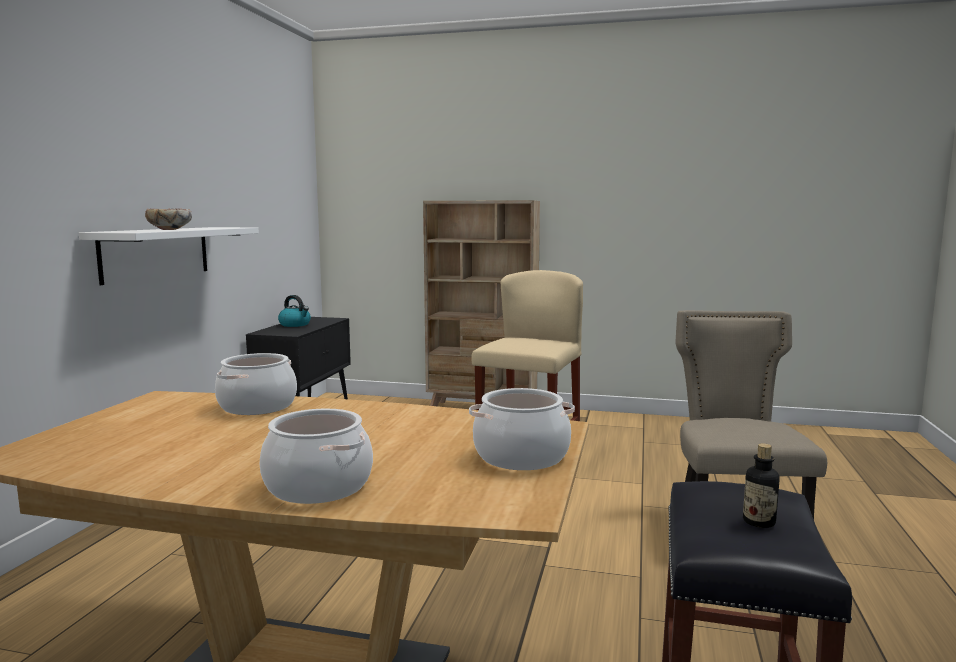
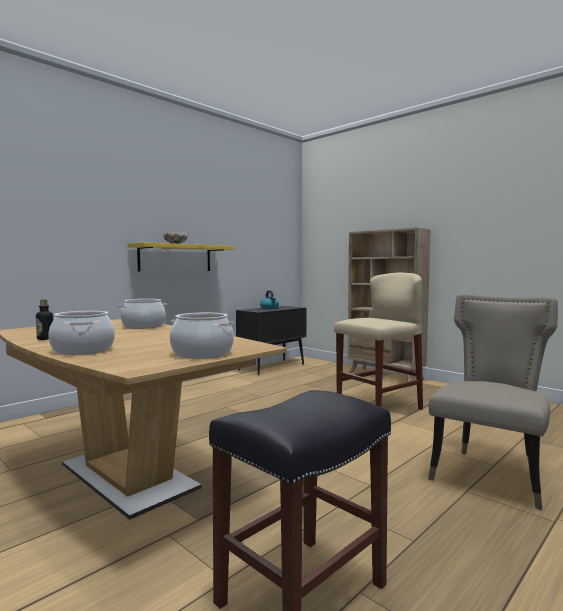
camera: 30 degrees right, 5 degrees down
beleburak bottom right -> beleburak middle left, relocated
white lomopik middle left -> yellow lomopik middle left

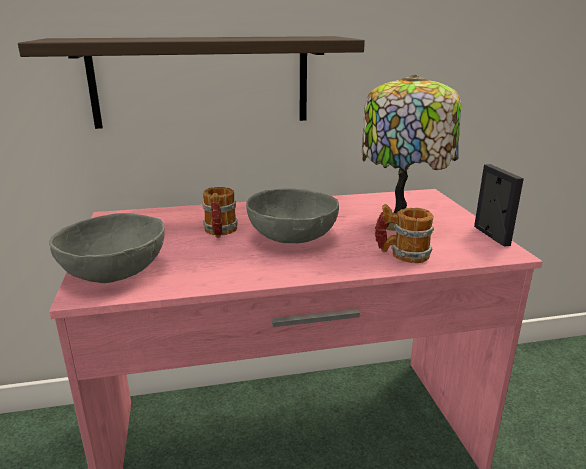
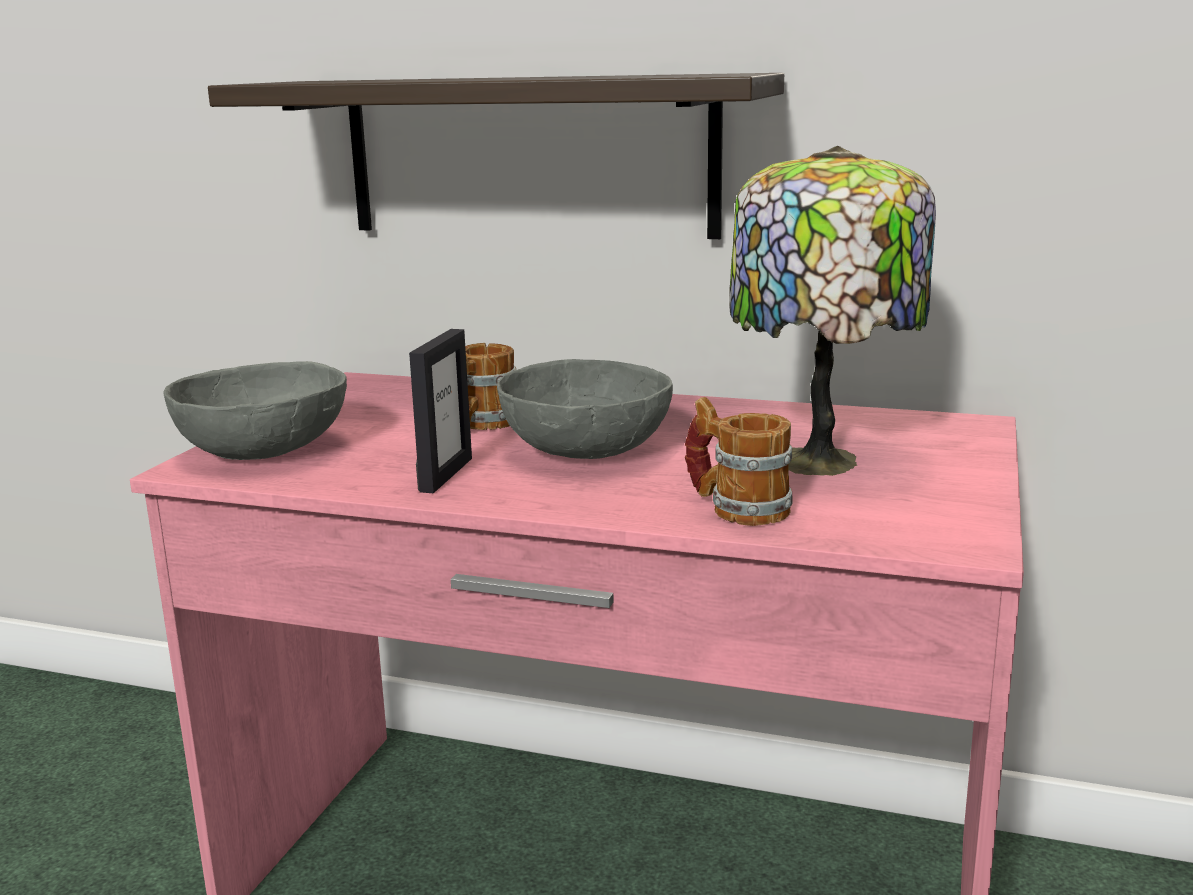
camera: 30 degrees right, 5 degrees down
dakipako middle right -> dakipako centre, relocated

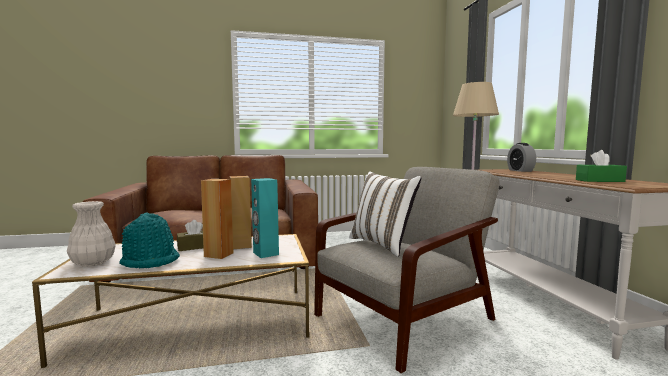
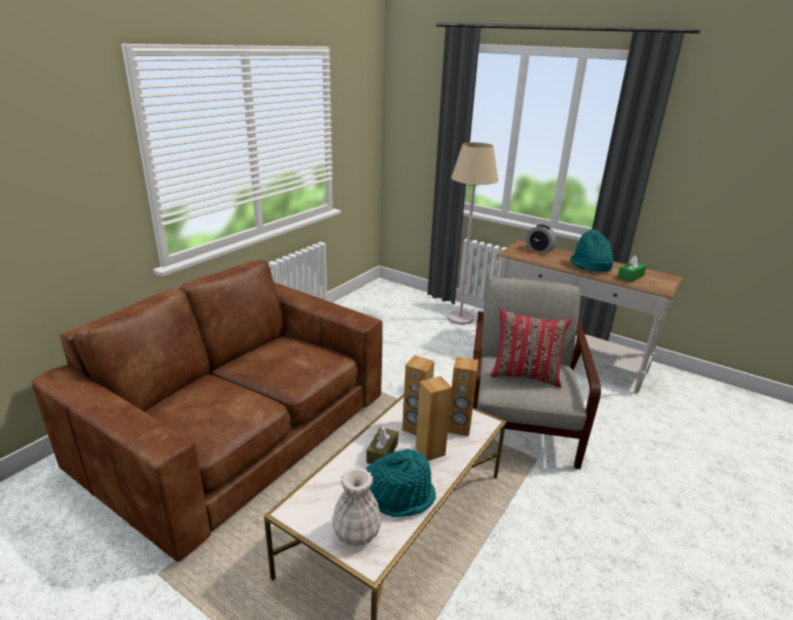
camera: 45 degrees left, 20 degrees up
none -> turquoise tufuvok (no. 2 from left) middle right
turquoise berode centre -> brown berode (no. 3 from left) centre
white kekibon centre -> red kekibon middle right

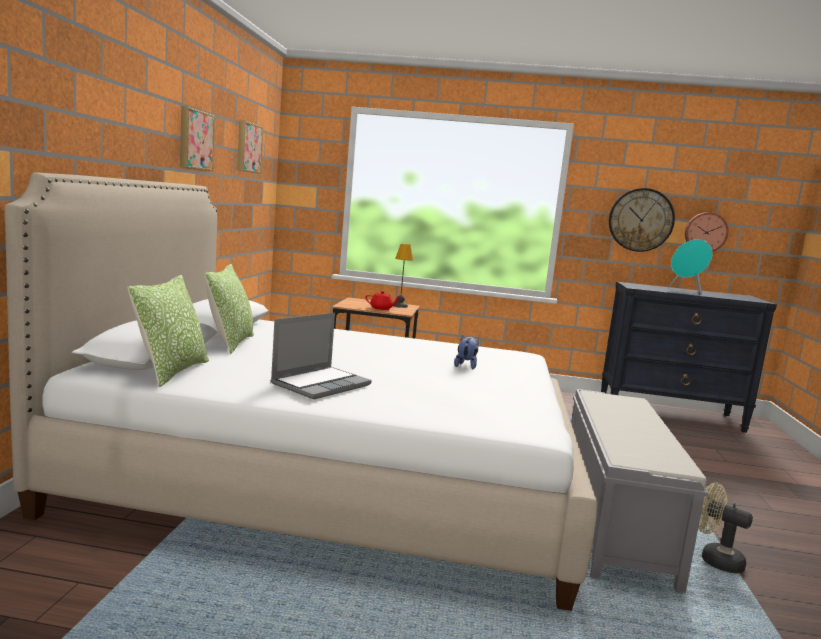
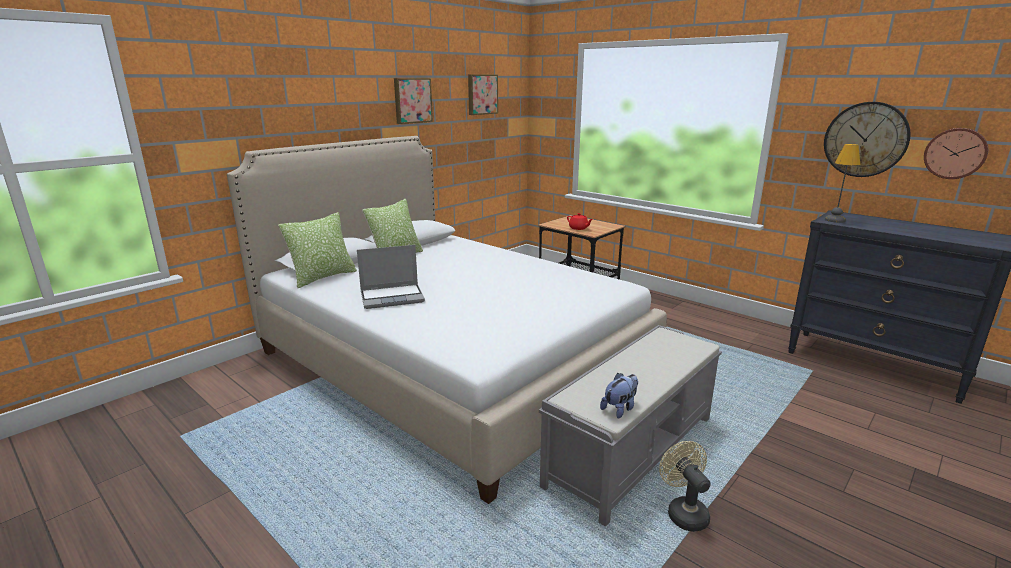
camera: 35 degrees right, 10 degrees up
turquoise berode middle right -> none
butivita centre -> butivita top right, relocated
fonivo centre -> fonivo bottom centre, relocated

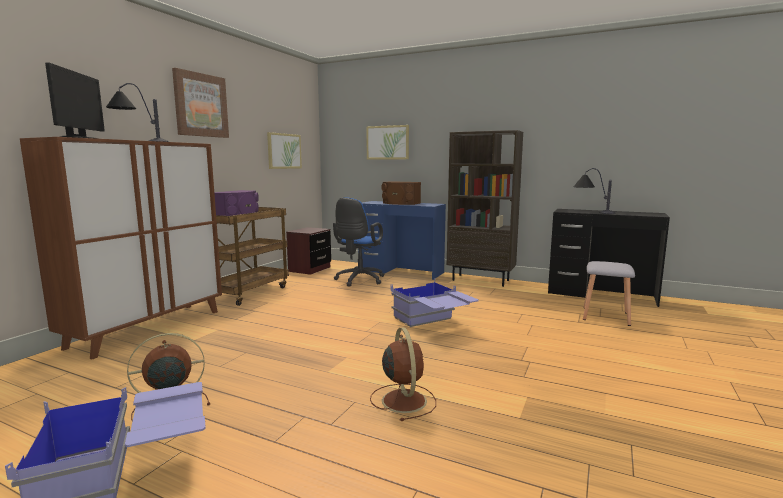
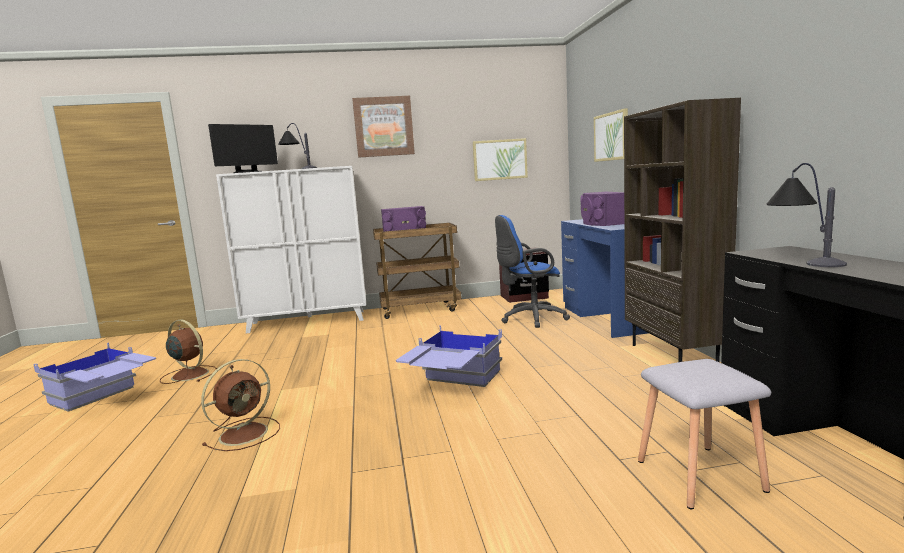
camera: 55 degrees right, 0 degrees up
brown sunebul middle left -> white sunebul middle left
brown berode centre -> purple berode (no. 2 from left) centre

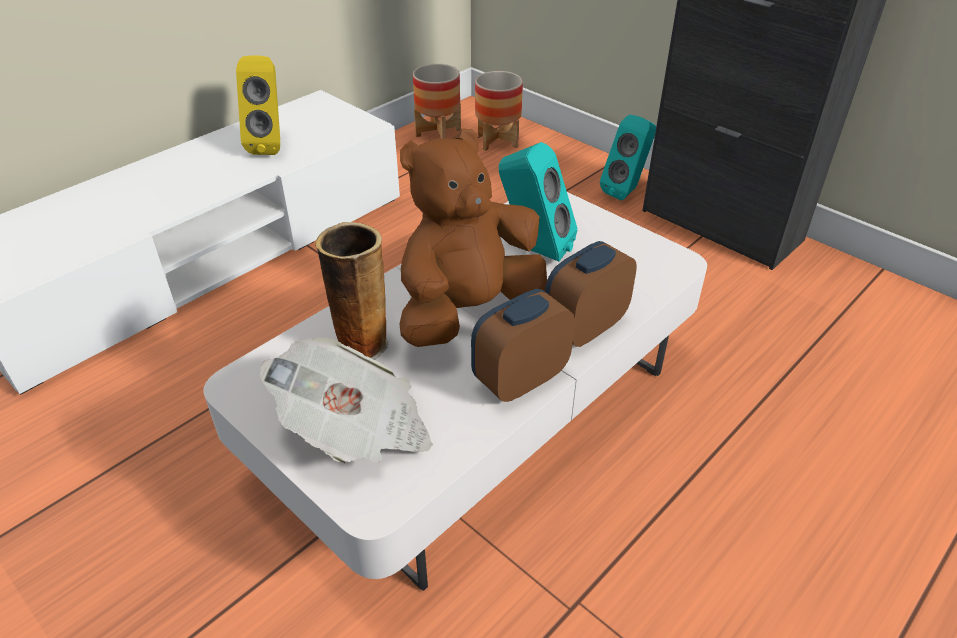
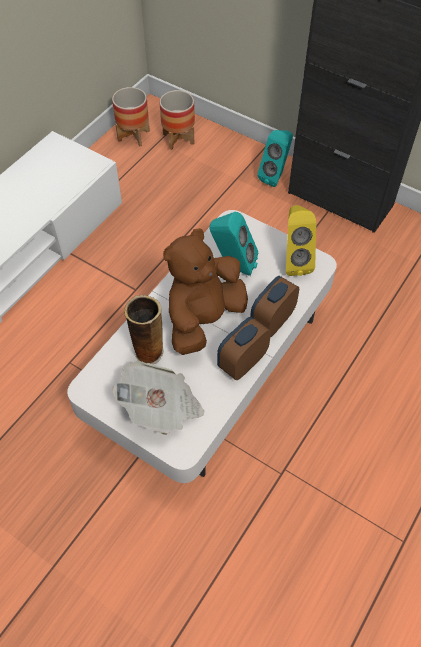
camera: 10 degrees left, 15 degrees up
yellow berode top left -> yellow berode middle right, relocated

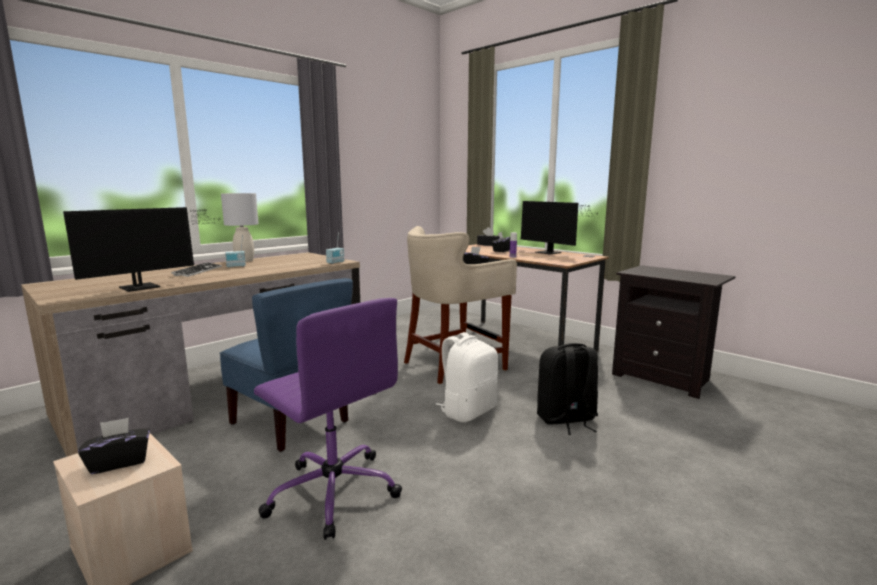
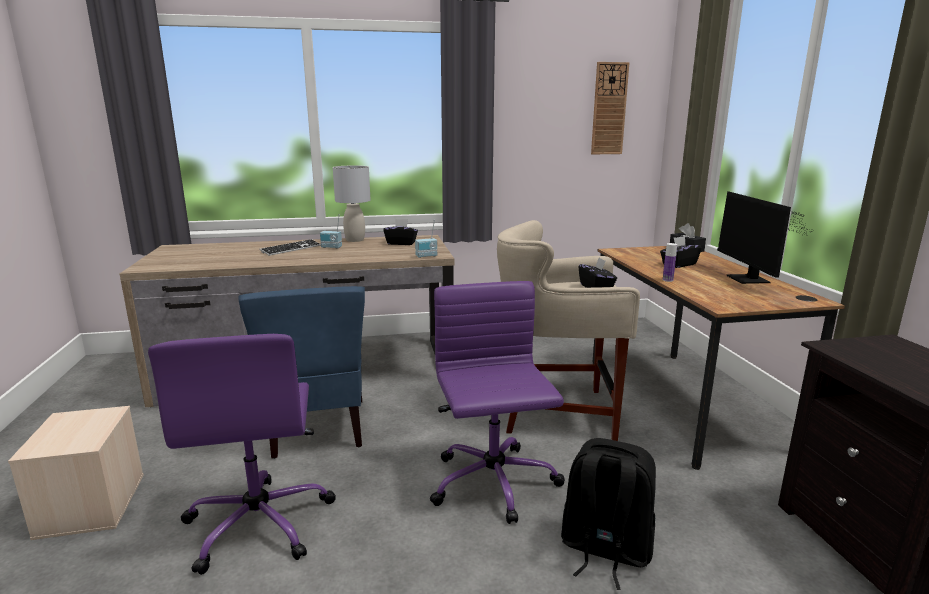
camera: 35 degrees right, 5 degrees up
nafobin (no. 1 from left) middle left -> none
none -> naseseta top centre
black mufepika (no. 1 from left) bottom left -> black mufepika (no. 1 from left) centre, relocated
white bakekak centre -> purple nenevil (no. 2 from left) bottom centre

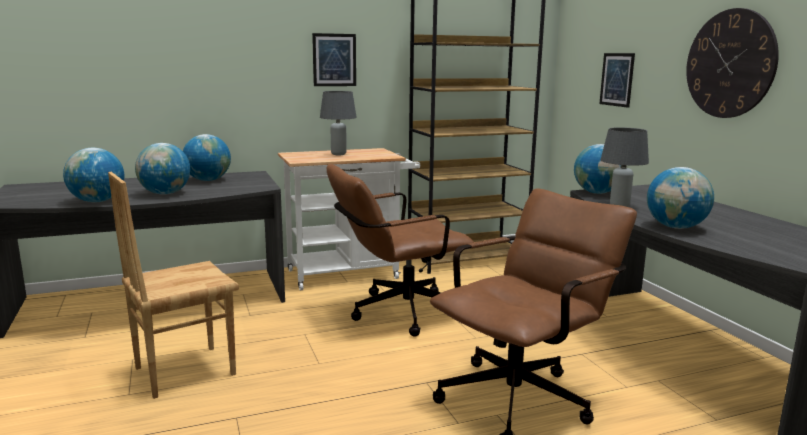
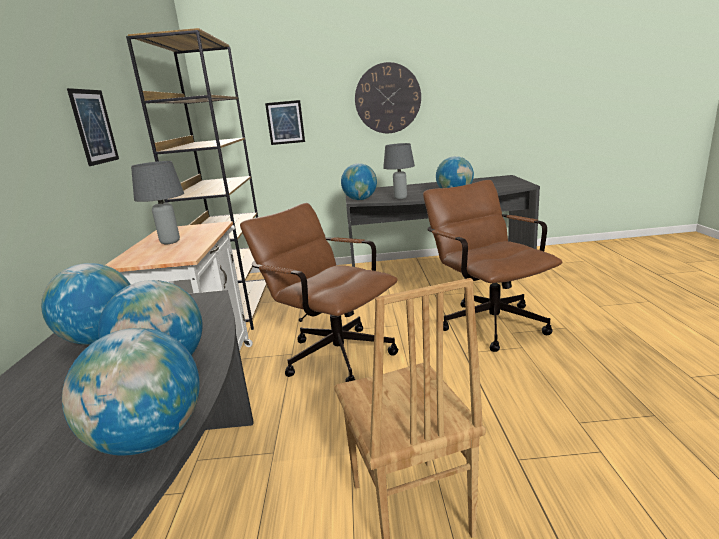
camera: 70 degrees left, 5 degrees up
brown nenevil (no. 1 from left) centre, 135 degrees clockwise

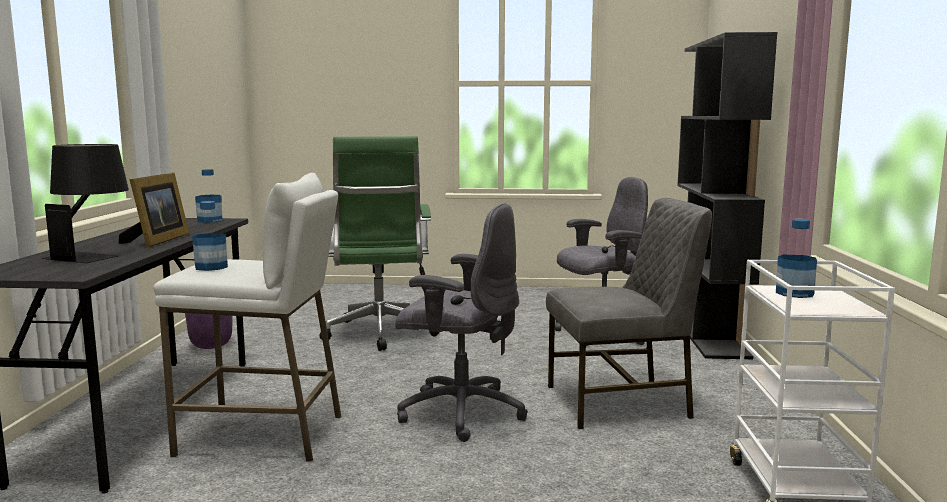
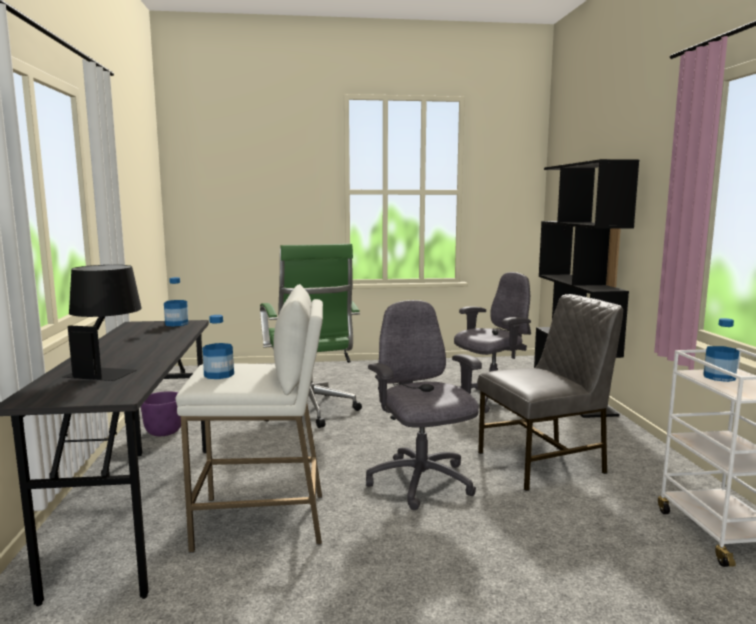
camera: 10 degrees left, 0 degrees up
dakipako middle left -> none
grey nenevil (no. 1 from left) centre, 120 degrees counterclockwise

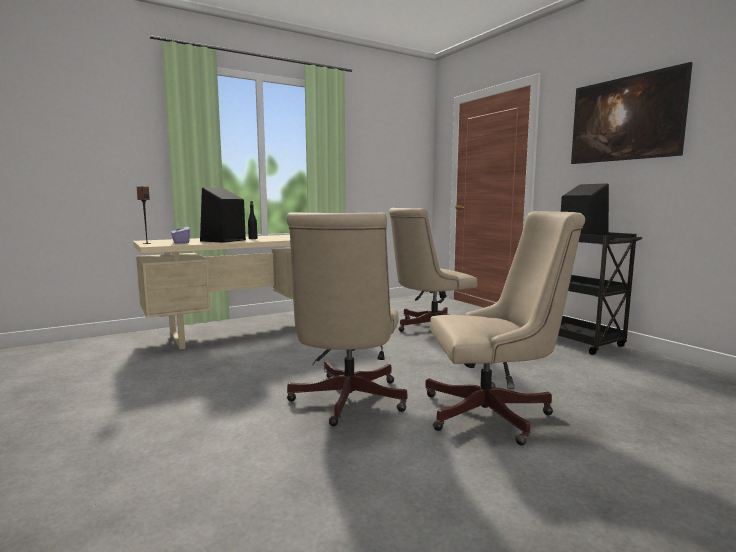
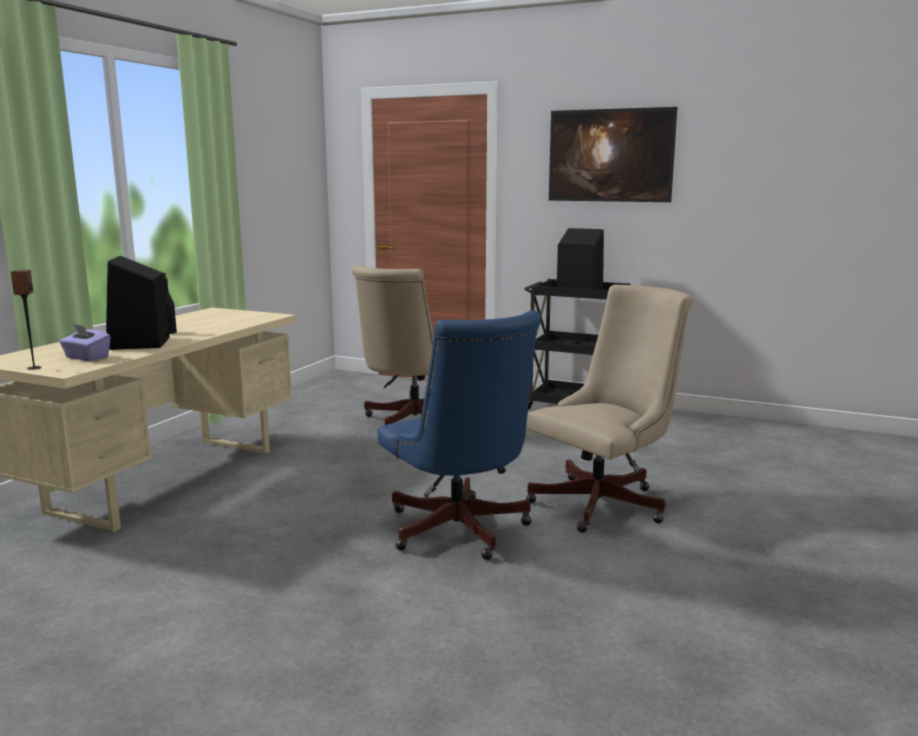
camera: 35 degrees left, 5 degrees up
beige nenevil (no. 1 from left) centre -> blue nenevil centre

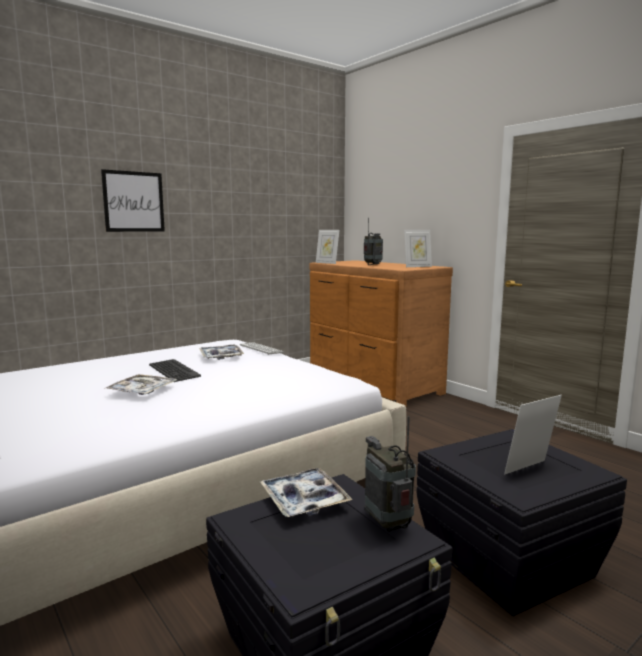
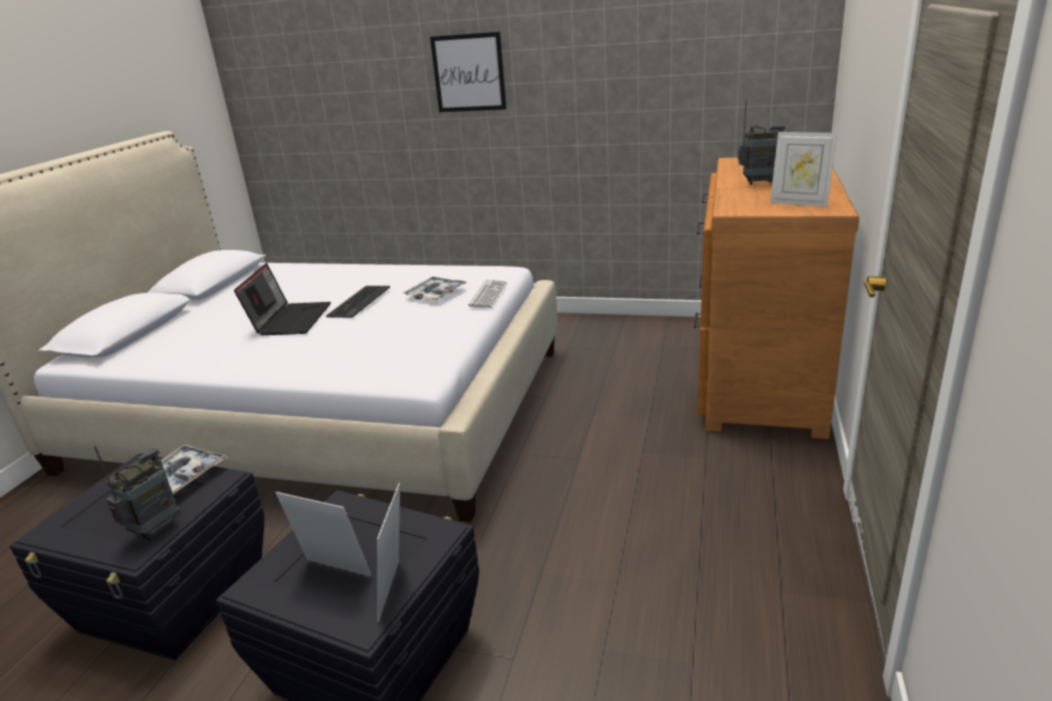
camera: 55 degrees right, 15 degrees up
dakipako (no. 1 from left in the first image) centre -> dakipako (no. 2 from left) bottom centre, relocated
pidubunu (no. 1 from left) middle left -> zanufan middle left

